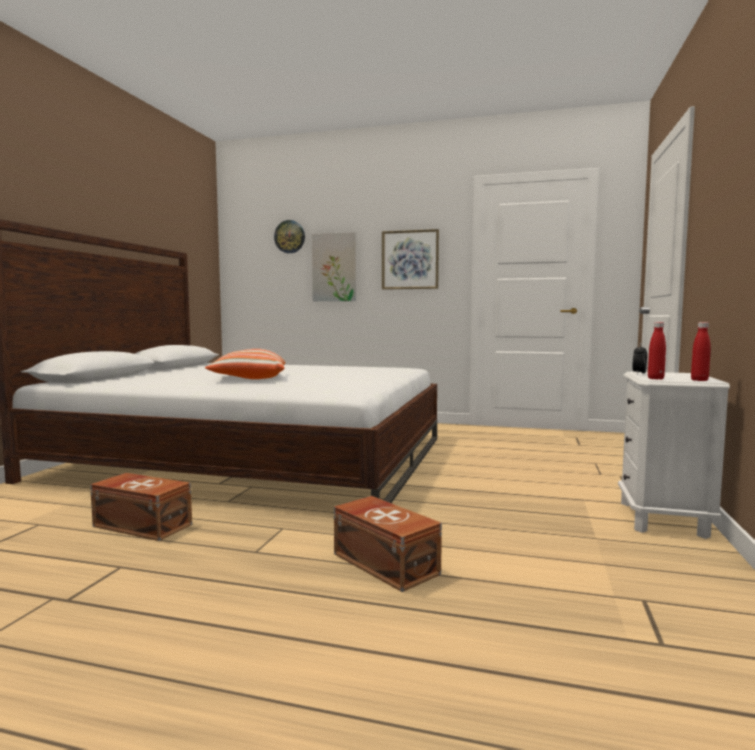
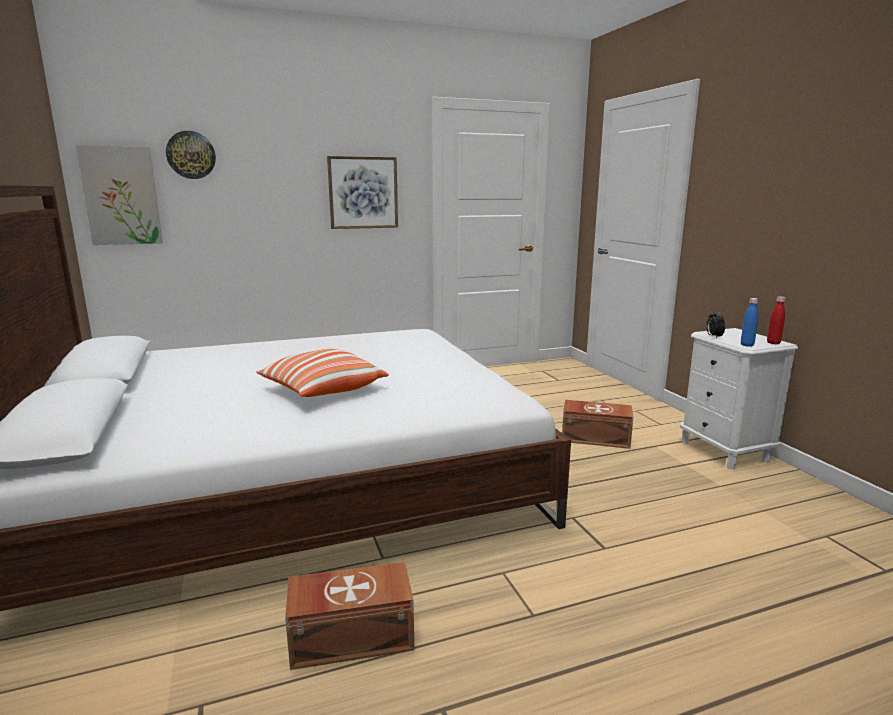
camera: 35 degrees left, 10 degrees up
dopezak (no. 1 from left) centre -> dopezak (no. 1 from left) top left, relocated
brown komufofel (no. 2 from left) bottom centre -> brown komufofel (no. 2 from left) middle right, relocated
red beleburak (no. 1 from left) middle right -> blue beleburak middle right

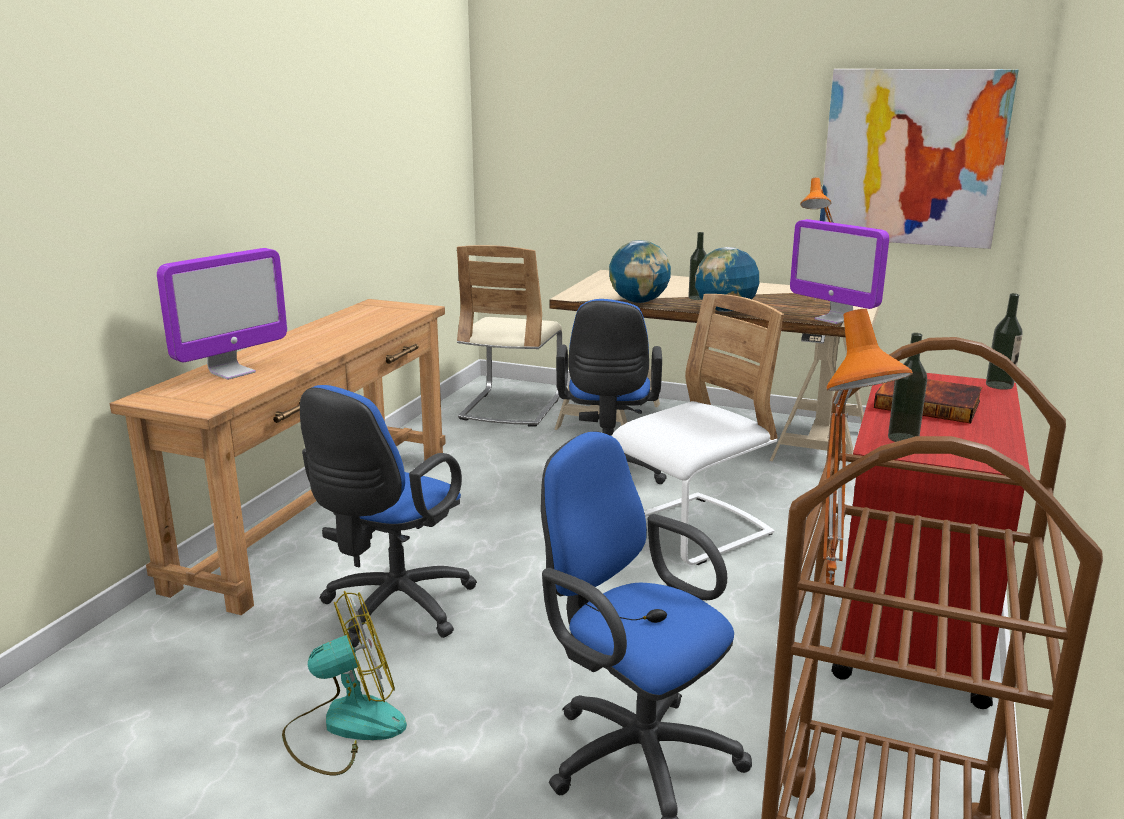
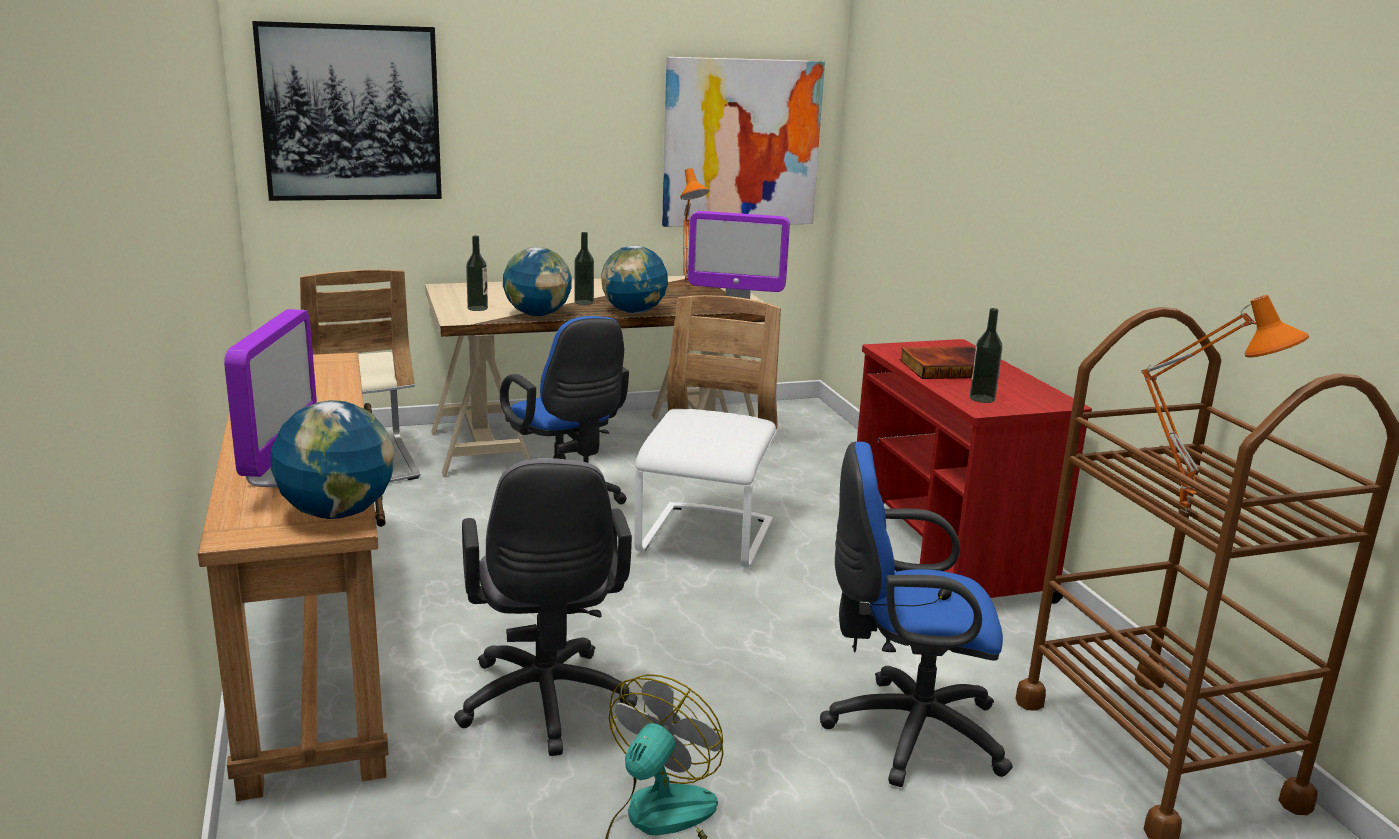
camera: 40 degrees left, 0 degrees up
none -> dopezak (no. 1 from left) top left
none -> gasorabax (no. 1 from left) middle left
beleburak (no. 3 from left in the first image) middle right -> beleburak (no. 1 from left) top centre, relocated
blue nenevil (no. 1 from left) centre -> grey nenevil bottom centre

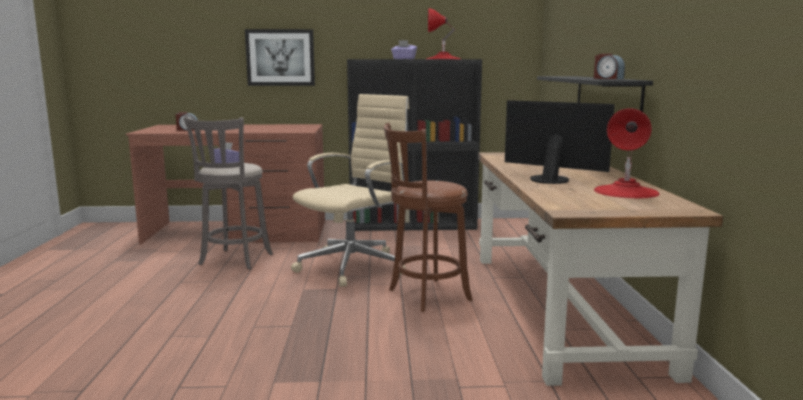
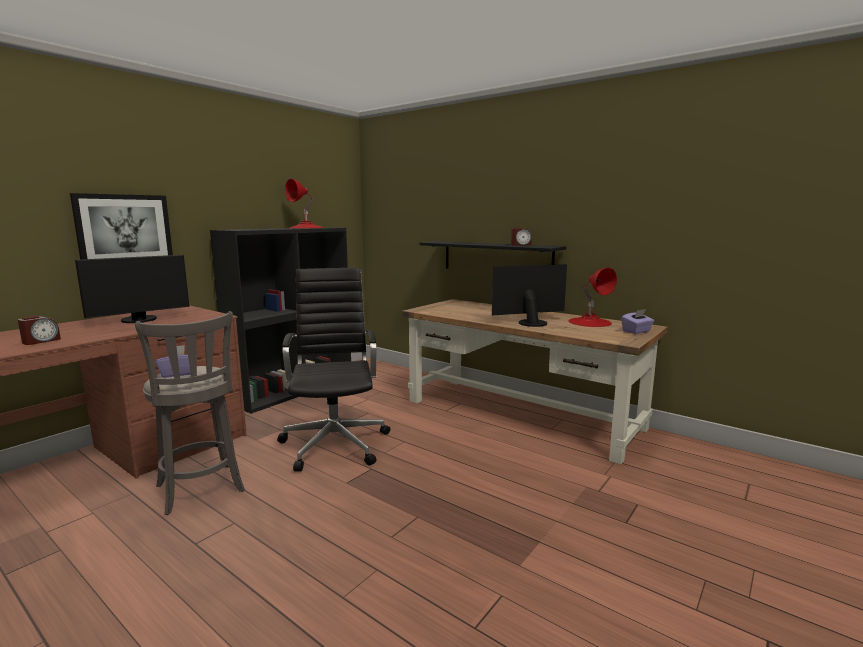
camera: 50 degrees left, 0 degrees up
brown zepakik centre -> none
none -> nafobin (no. 1 from left) middle left
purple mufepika (no. 2 from left) top centre -> purple mufepika (no. 2 from left) middle right, relocated
beige nenevil centre -> black nenevil centre

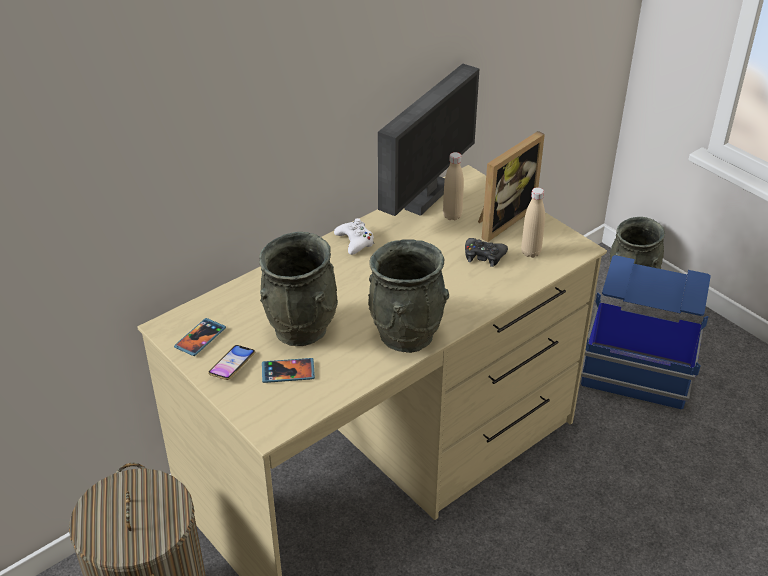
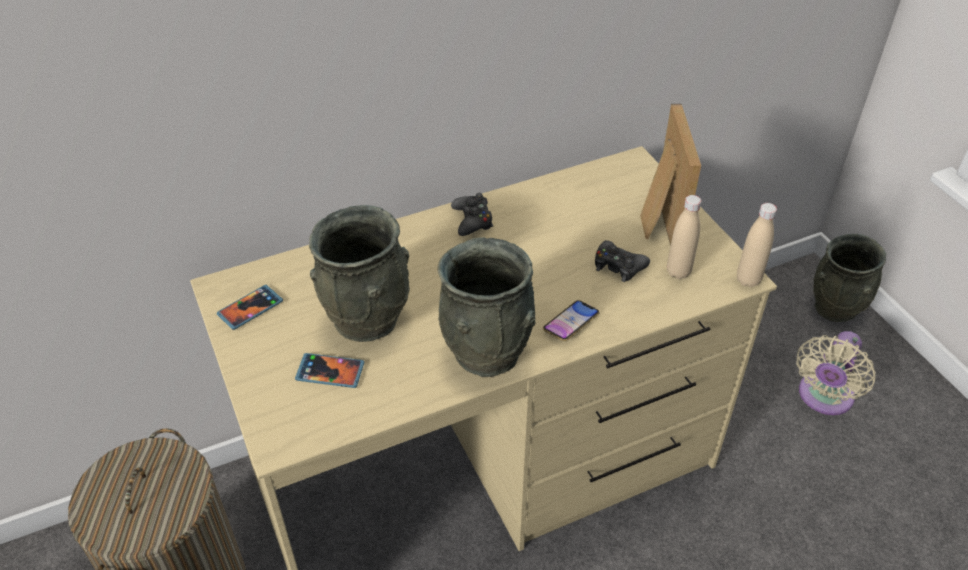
camera: 15 degrees right, 5 degrees up
nafobin top centre -> none
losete (no. 2 from left in the first image) middle left -> losete (no. 3 from left) centre, relocated
beige beleburak (no. 1 from left in the first image) top centre -> beige beleburak (no. 2 from left) middle right, relocated
blue komufofel middle right -> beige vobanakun middle right
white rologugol centre -> black rologugol (no. 1 from left) centre
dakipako top centre -> dakipako top right, 60 degrees counterclockwise

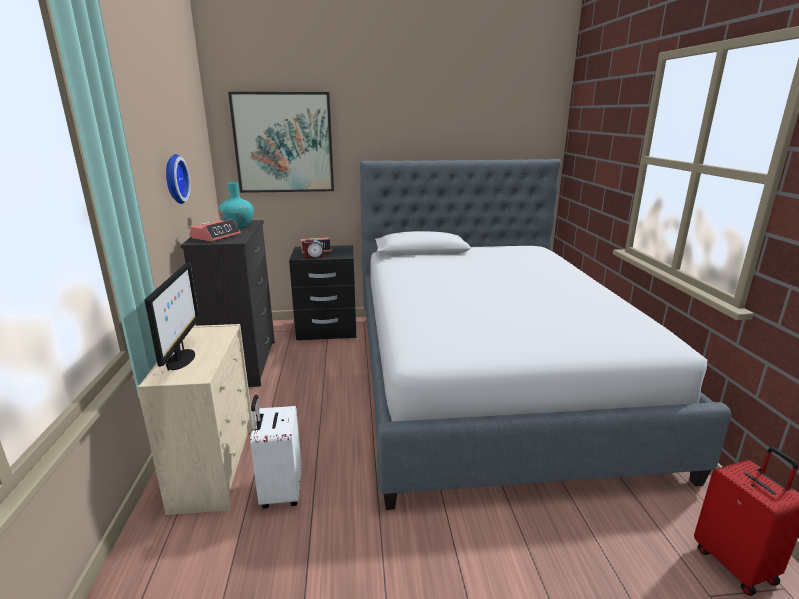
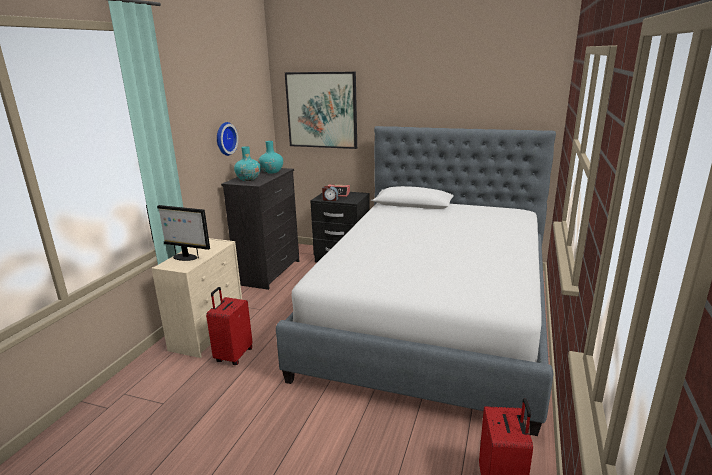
camera: 25 degrees right, 0 degrees up
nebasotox (no. 1 from left) middle left -> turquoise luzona (no. 1 from left) centre
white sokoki bottom centre -> red sokoki (no. 1 from left) bottom left
nafobin middle left, 90 degrees clockwise

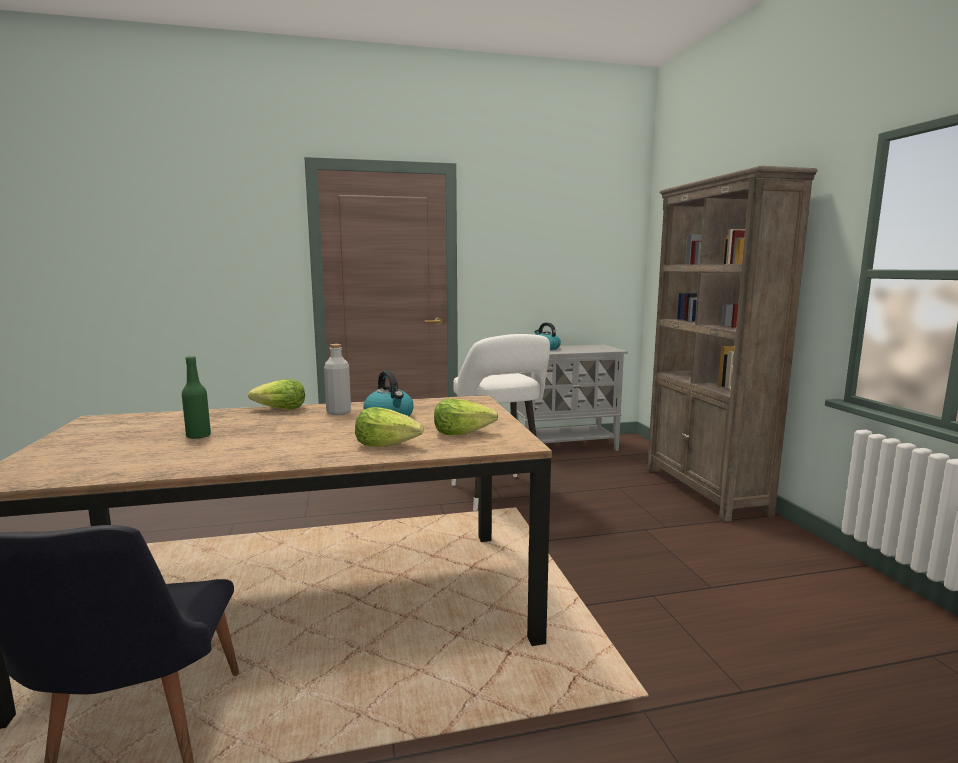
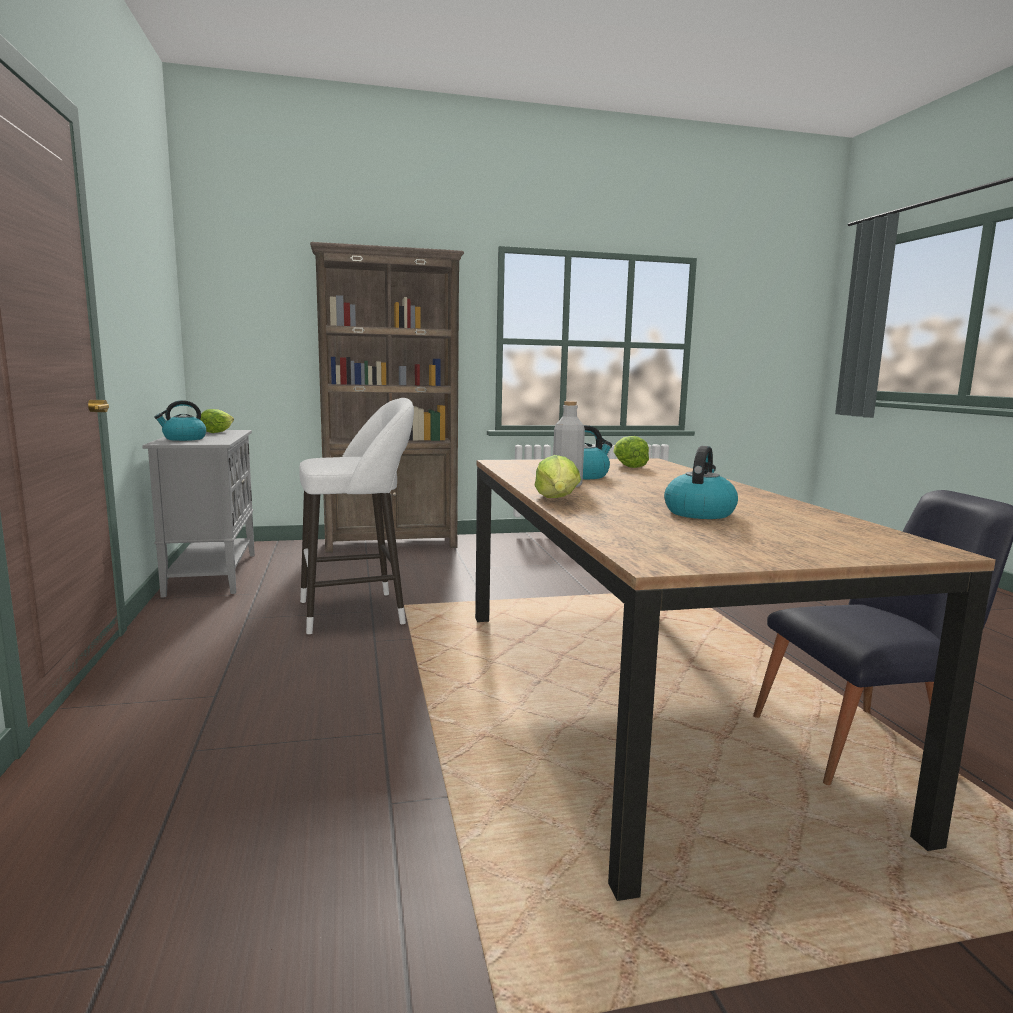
camera: 90 degrees left, 0 degrees up
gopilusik (no. 2 from left in the first image) centre -> gopilusik (no. 1 from left) middle left, relocated
green beleburak middle left -> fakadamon (no. 3 from left) middle right

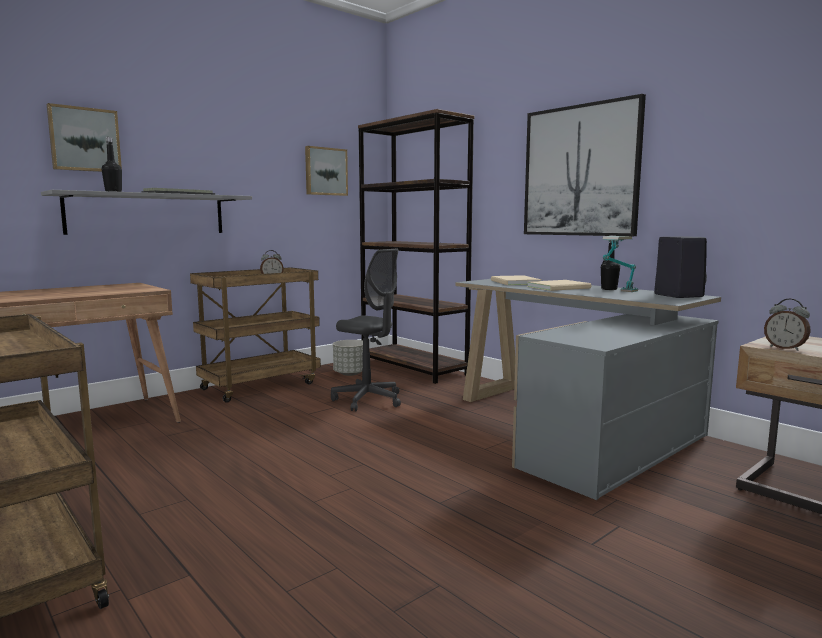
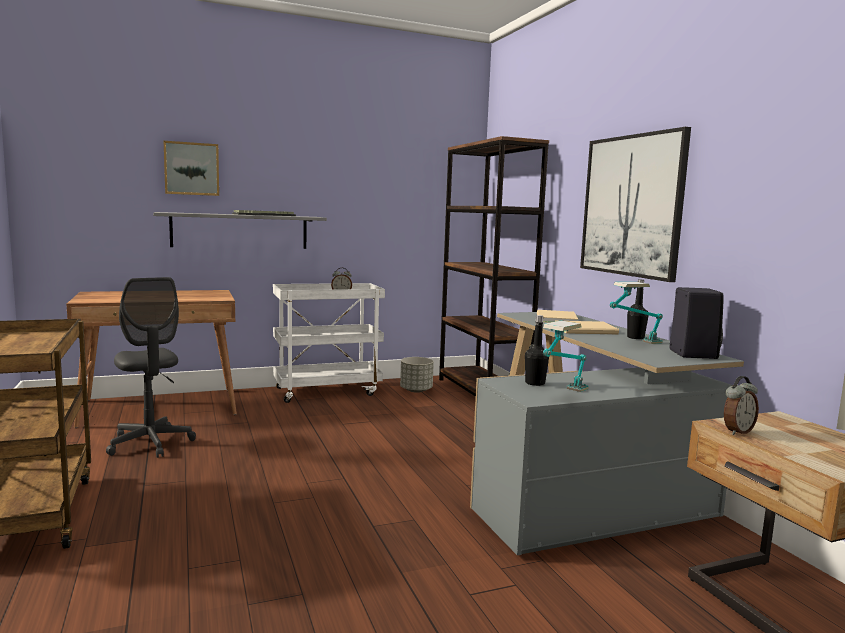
camera: 20 degrees right, 0 degrees up
dopezak (no. 2 from left) top centre -> none
none -> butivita (no. 1 from left) middle right
black beleburak (no. 1 from left) top left -> black beleburak (no. 1 from left) centre, relocated
grey nenevil centre -> grey nenevil middle left, relocated
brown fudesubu (no. 2 from left) middle left -> white fudesubu centre
nebasotox (no. 2 from left) middle right, 105 degrees counterclockwise

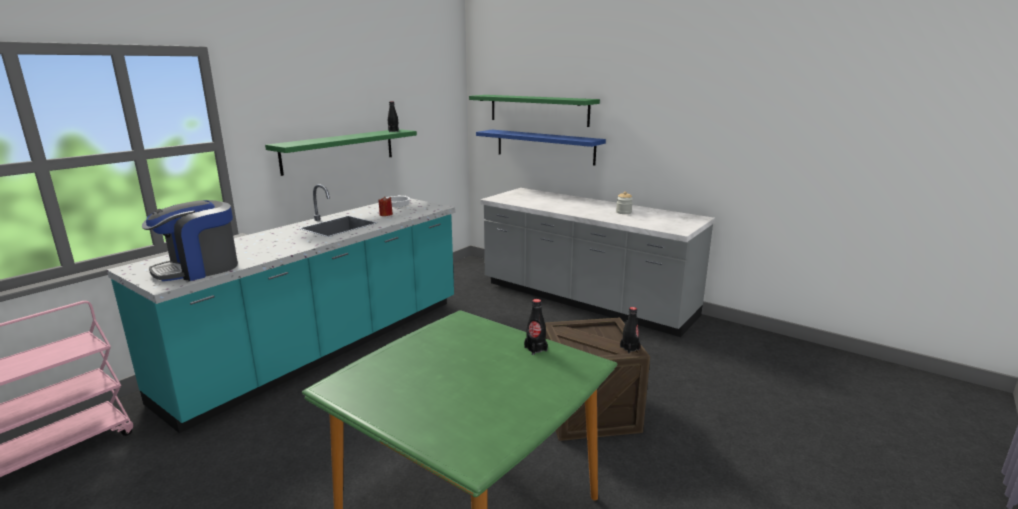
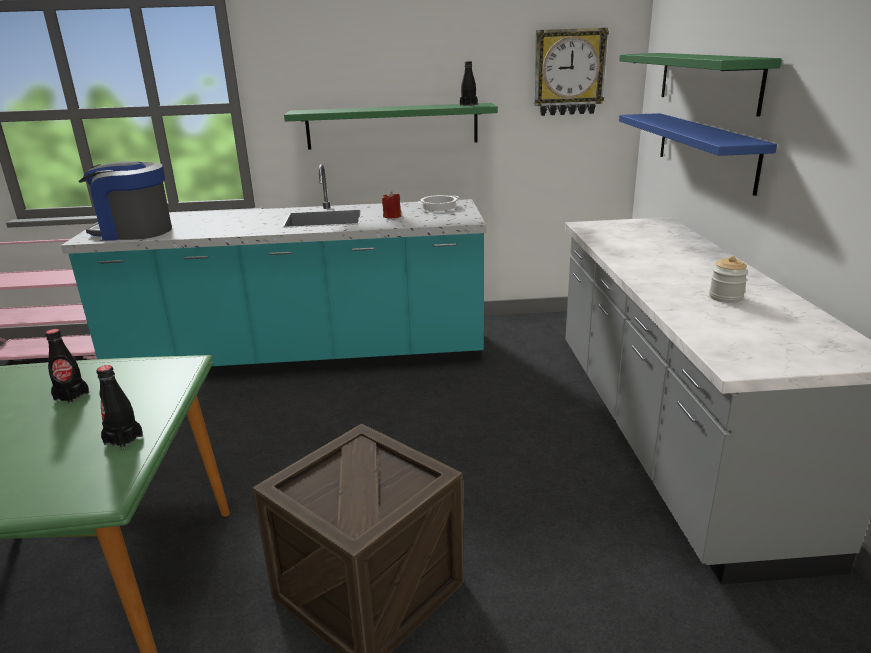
camera: 50 degrees right, 5 degrees up
none -> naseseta top centre
black beleburak (no. 3 from left in the first image) centre -> black beleburak (no. 1 from left) middle left, relocated

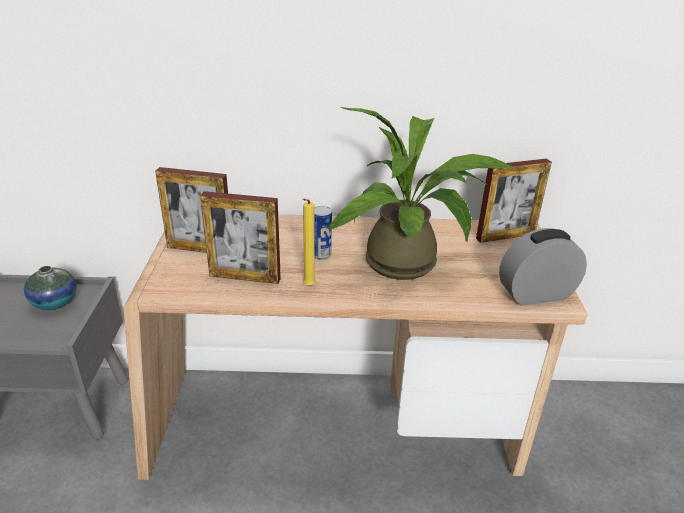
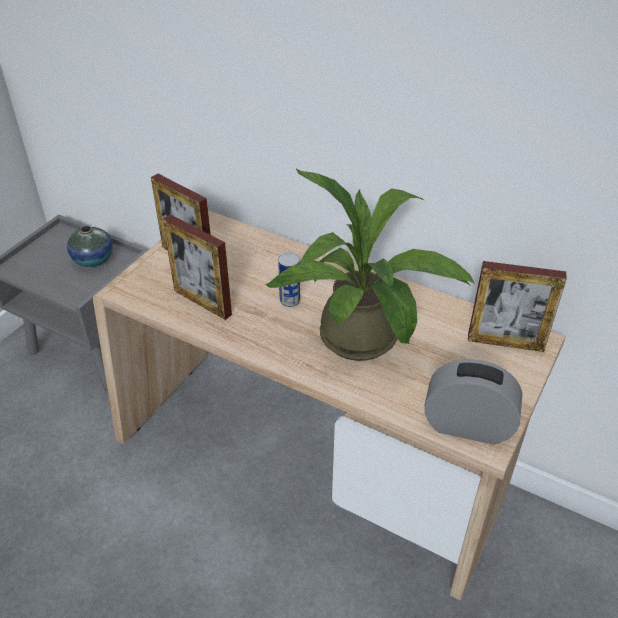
camera: 30 degrees right, 10 degrees up
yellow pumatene centre -> none

